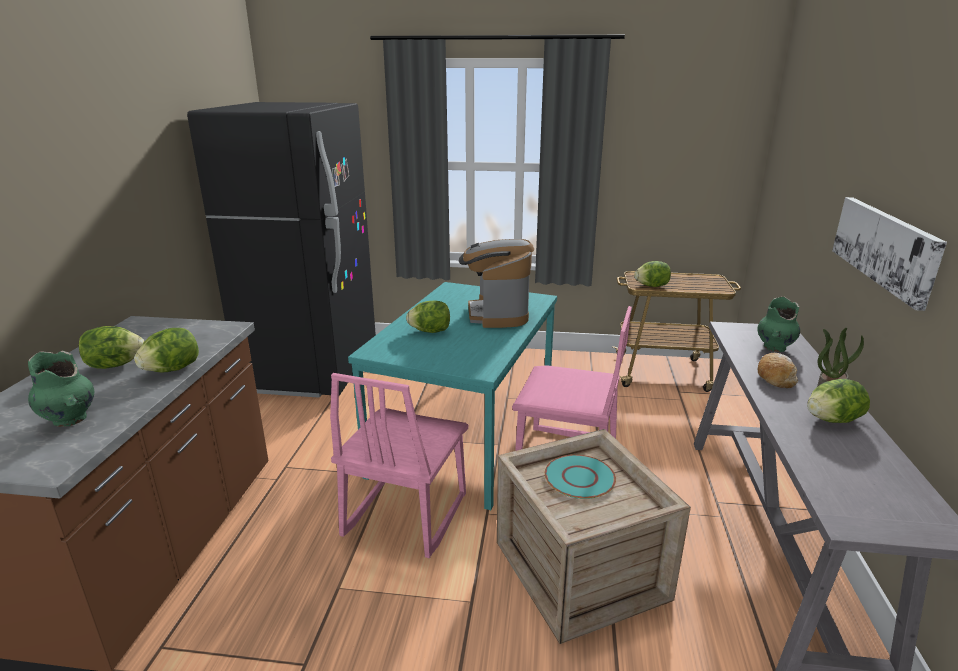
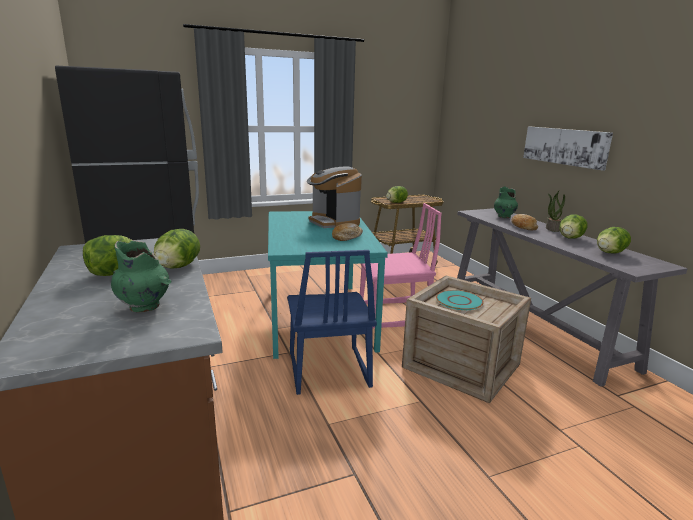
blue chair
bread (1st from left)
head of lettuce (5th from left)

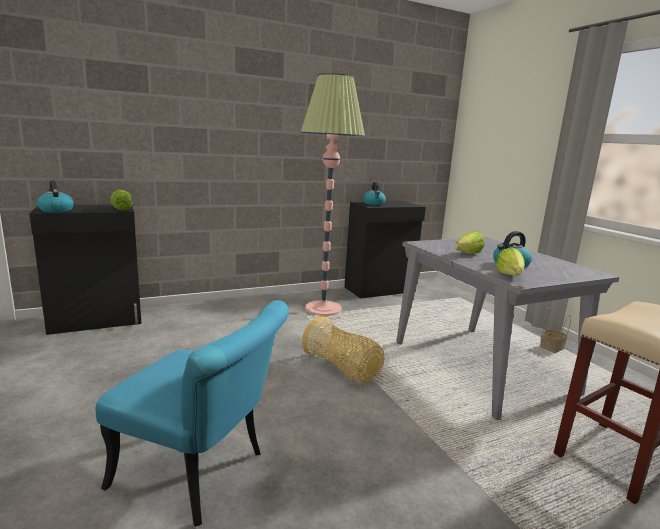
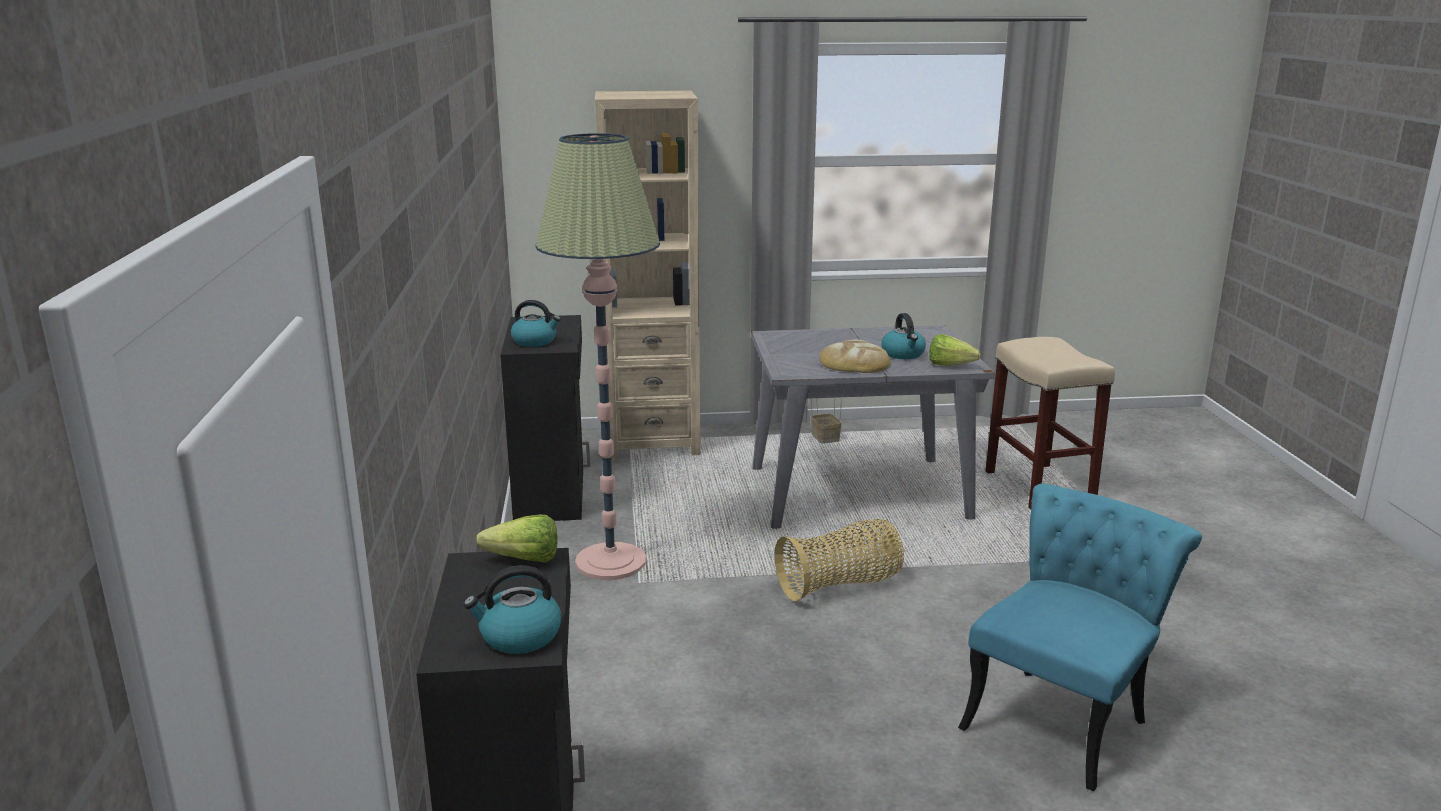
sand-coloured bookshelf
bread

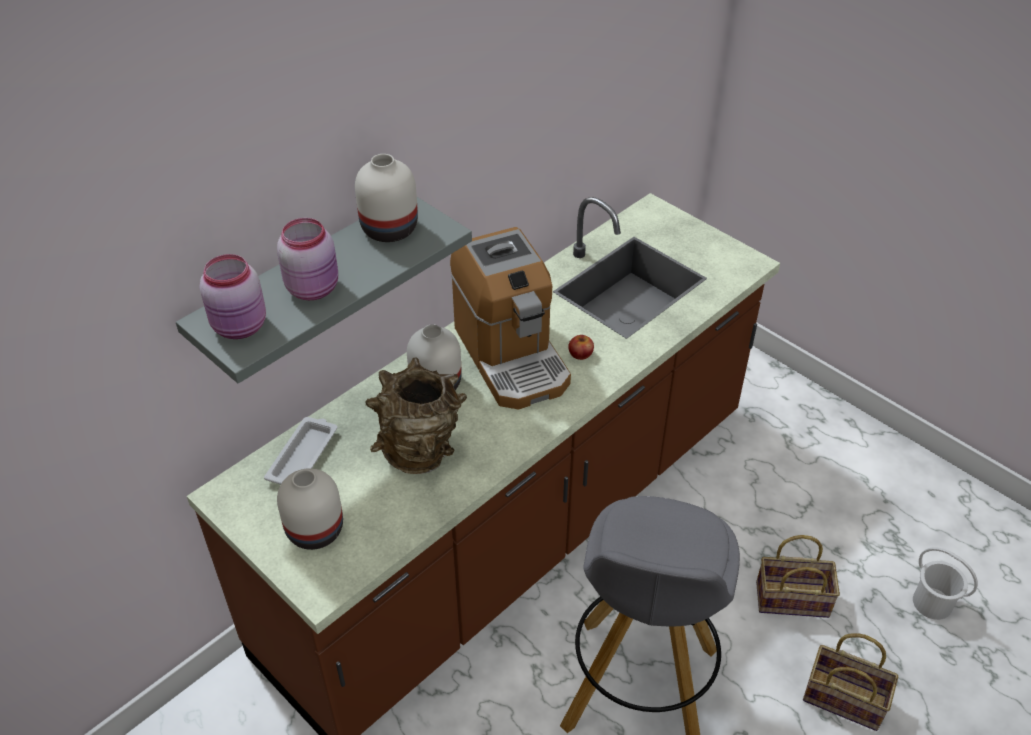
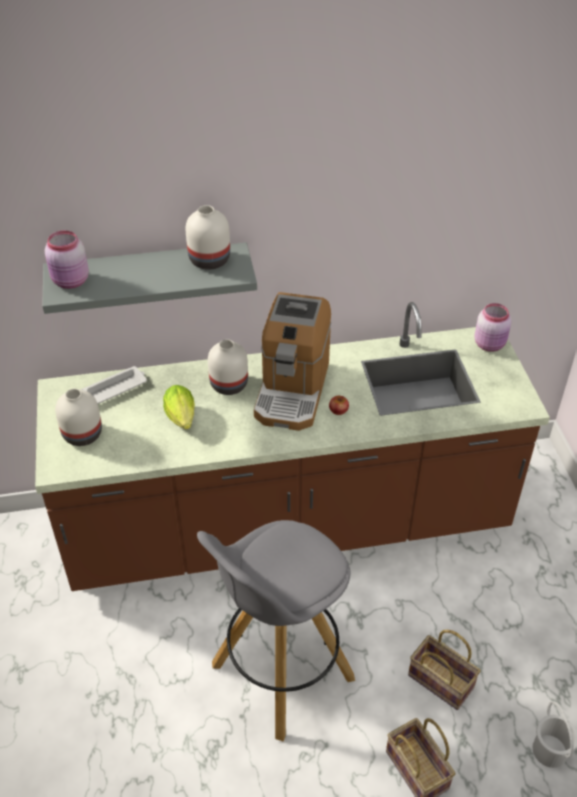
head of lettuce
pink-coloured jar (2nd from left)

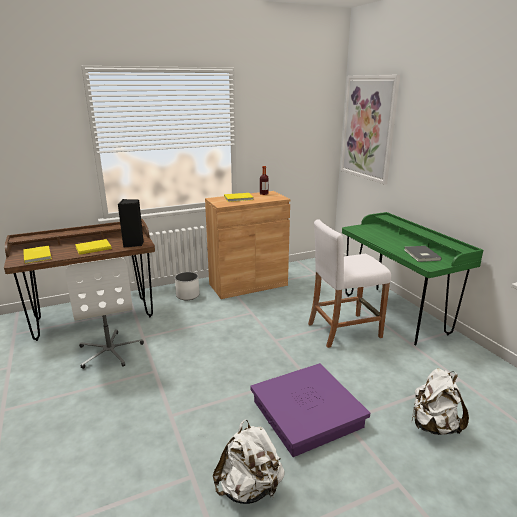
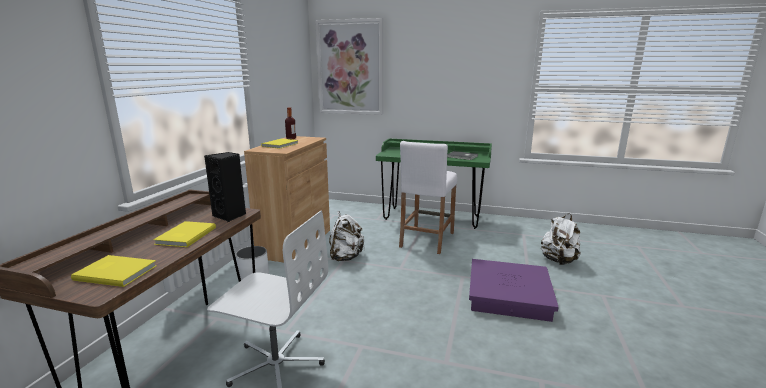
whitish rucksack (1st from left)

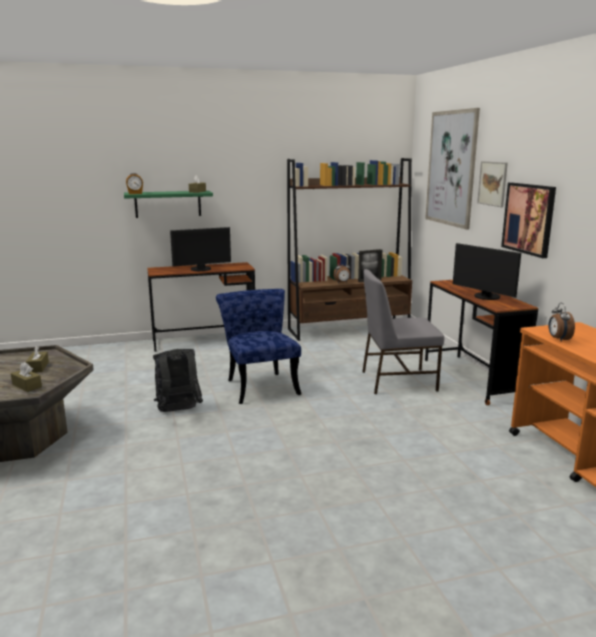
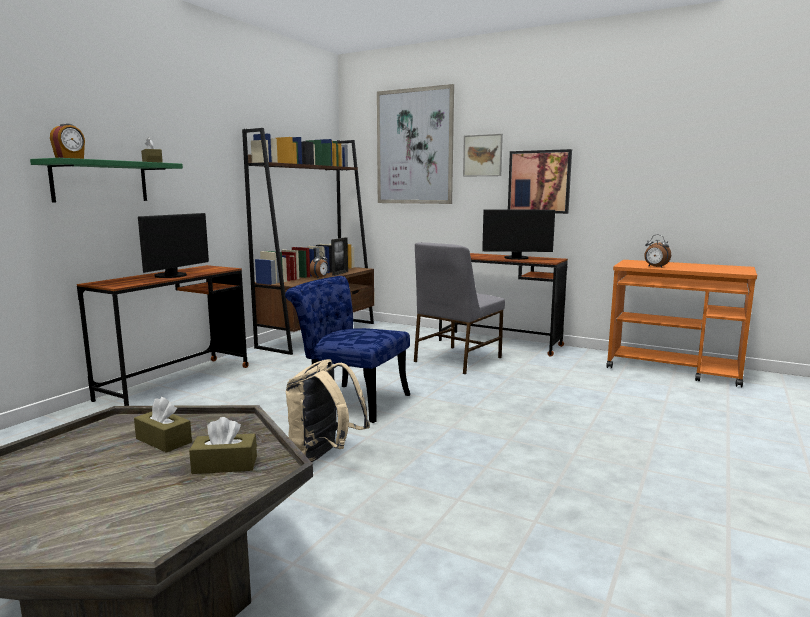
sand-coloured rucksack

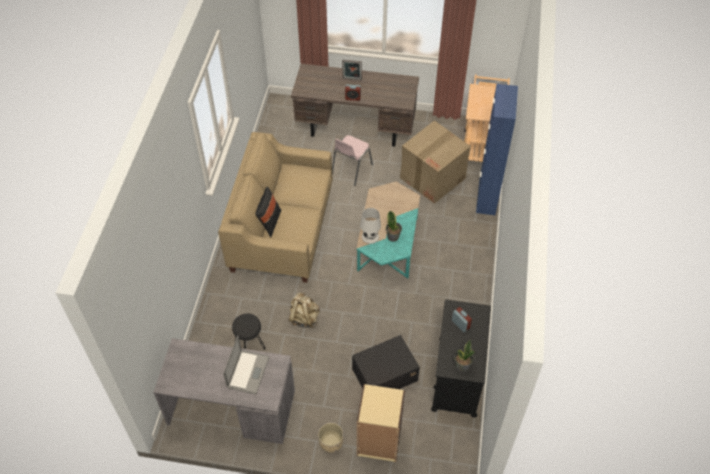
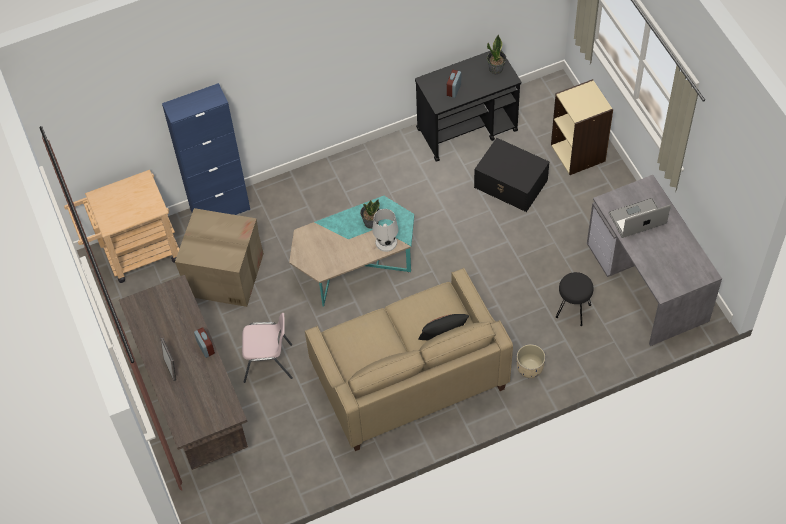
sand-coloured planter
sand-coloured rucksack

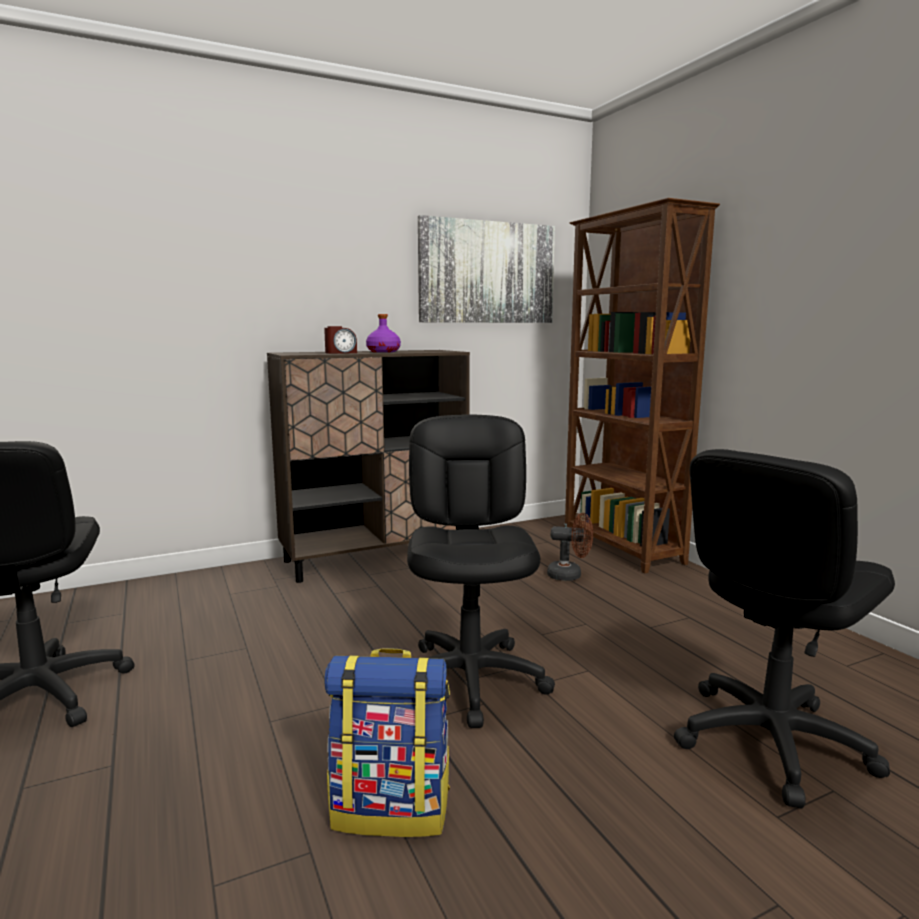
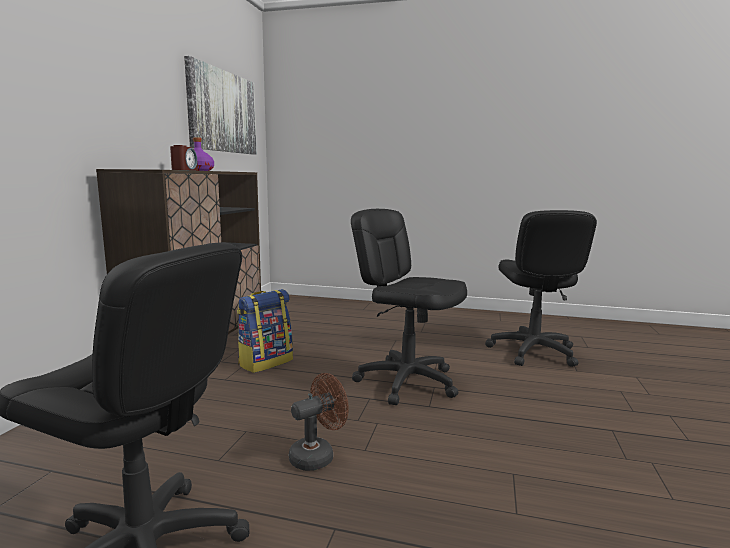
rucksack
brownish cooling fan
brownish bookshelf

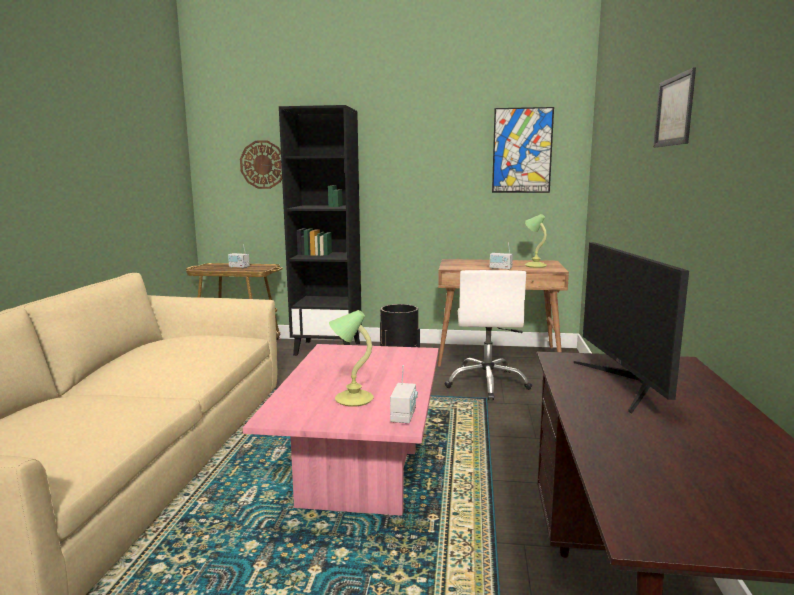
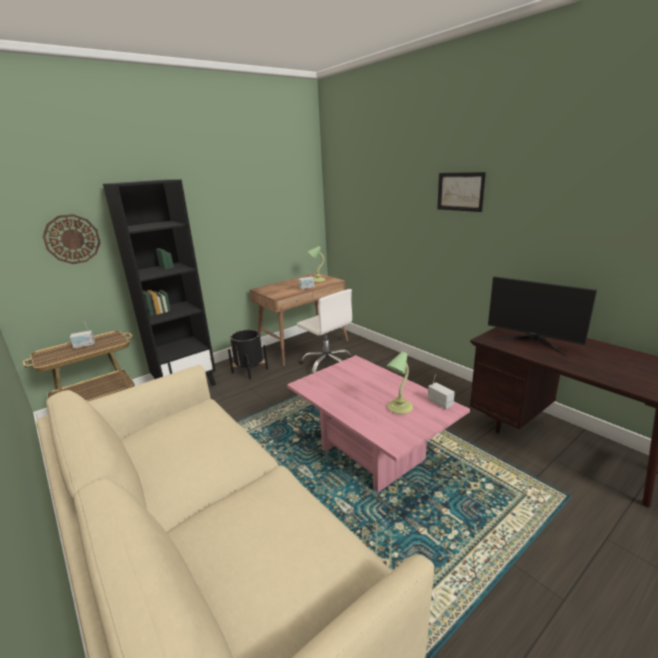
wall picture (1st from left in the first image)

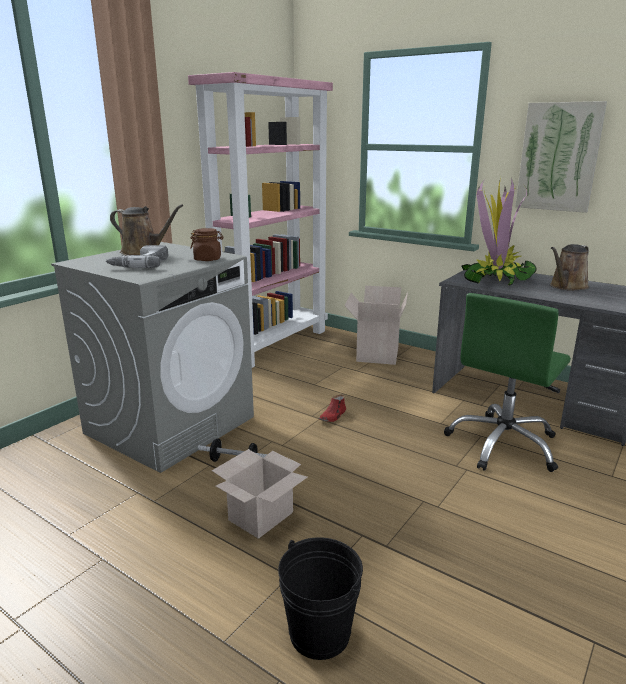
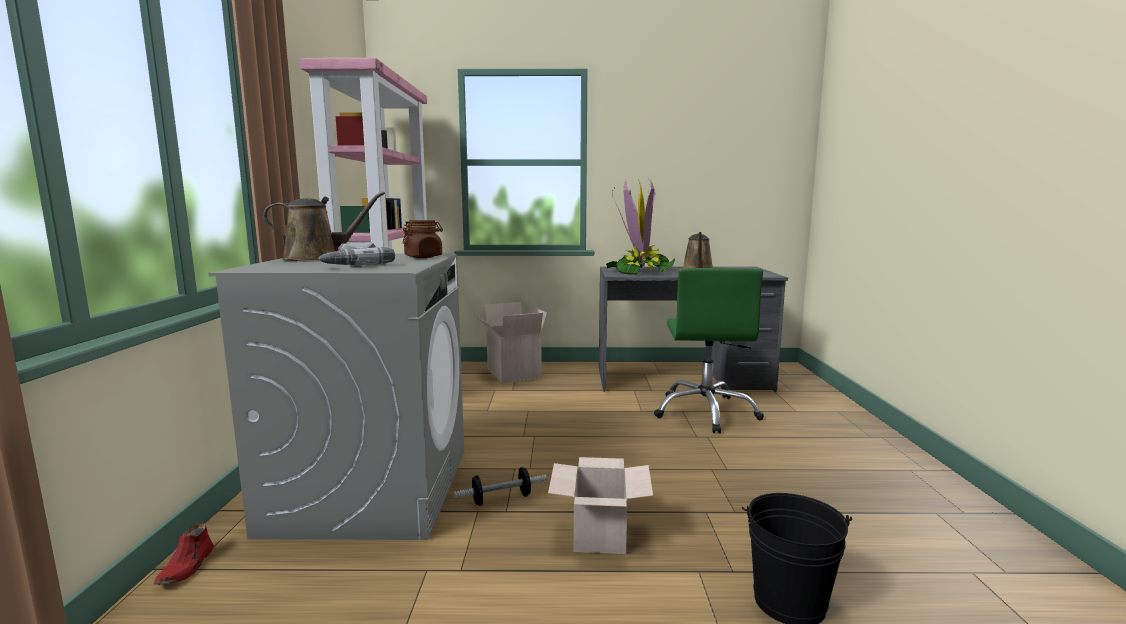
red item of footwear
wall picture

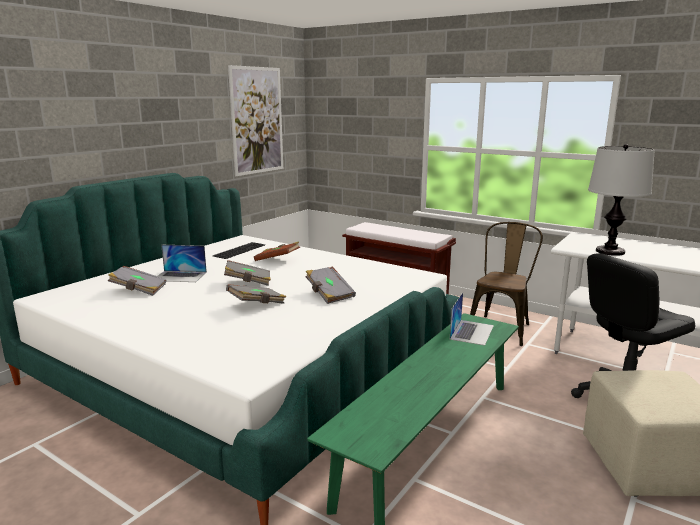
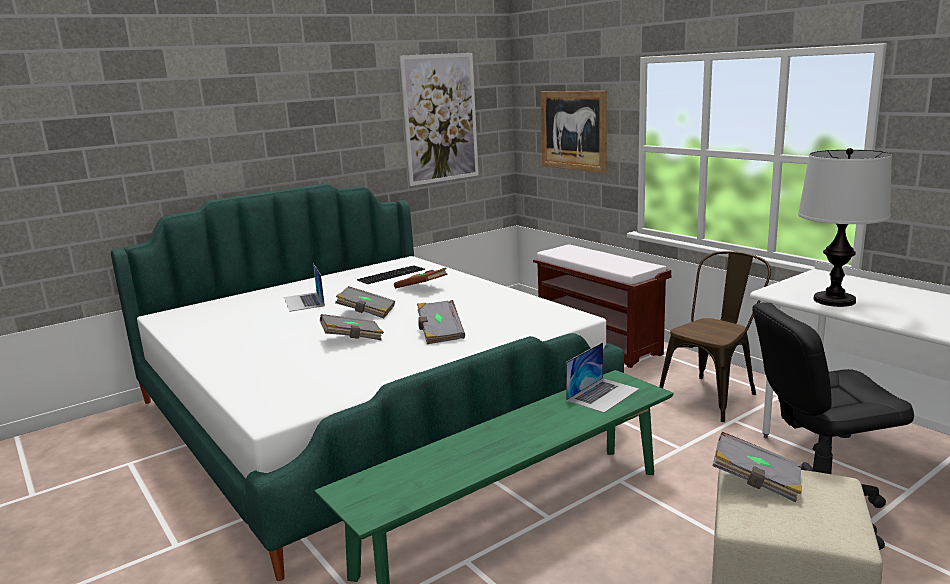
portable computer (1st from left)
wall picture (2nd from left)
greyish book (4th from left)

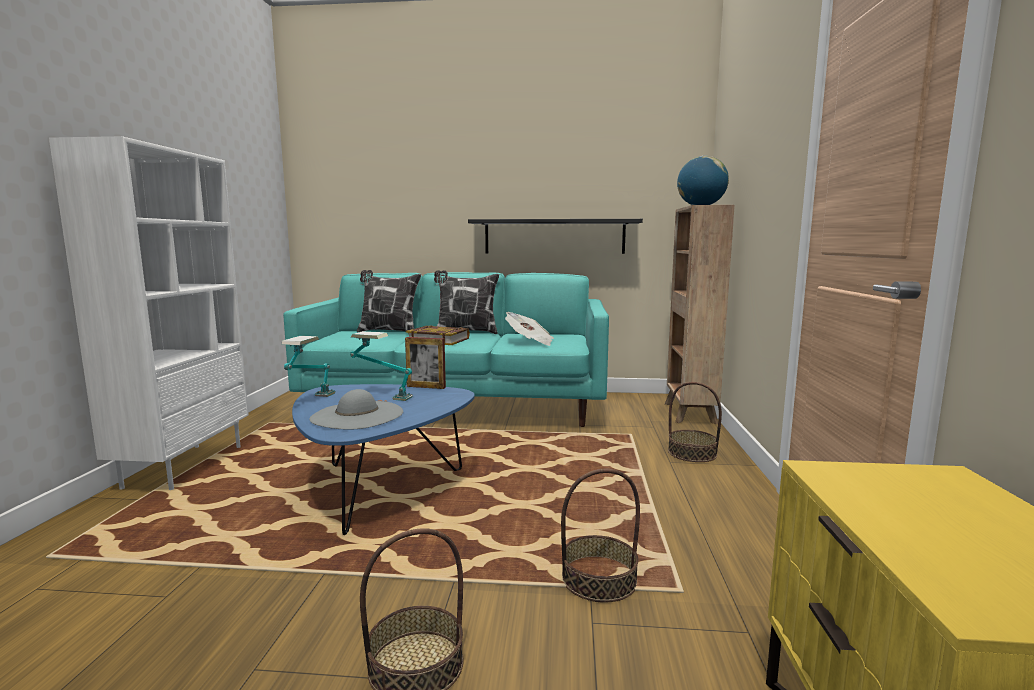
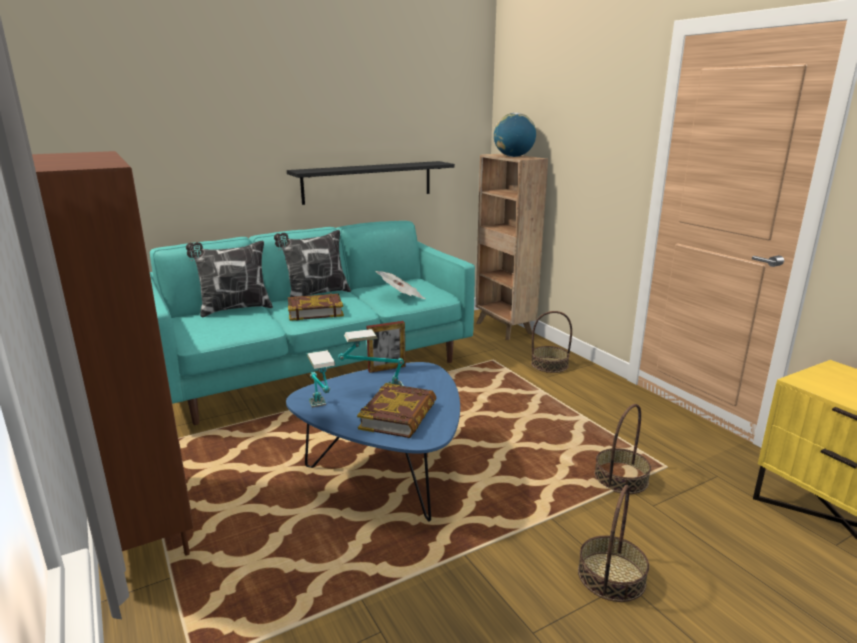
brownish bookshelf (1st from left)
book (2nd from left)

